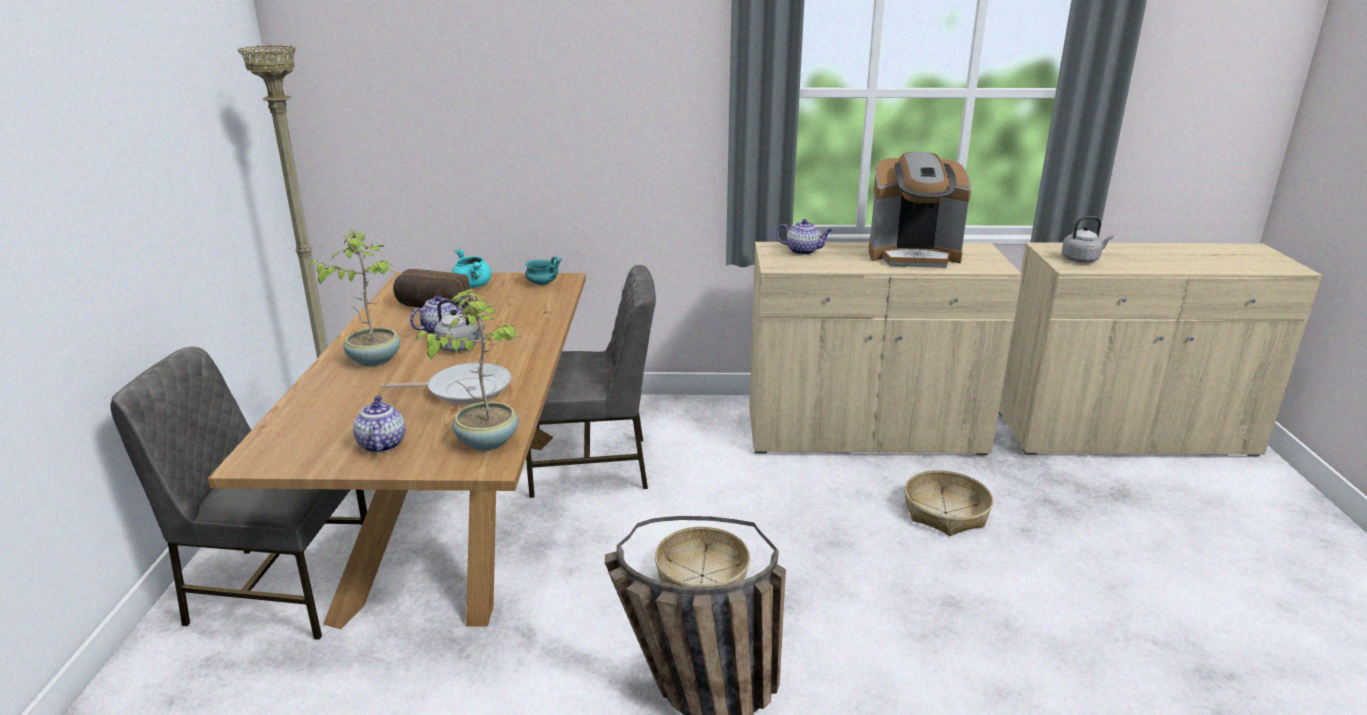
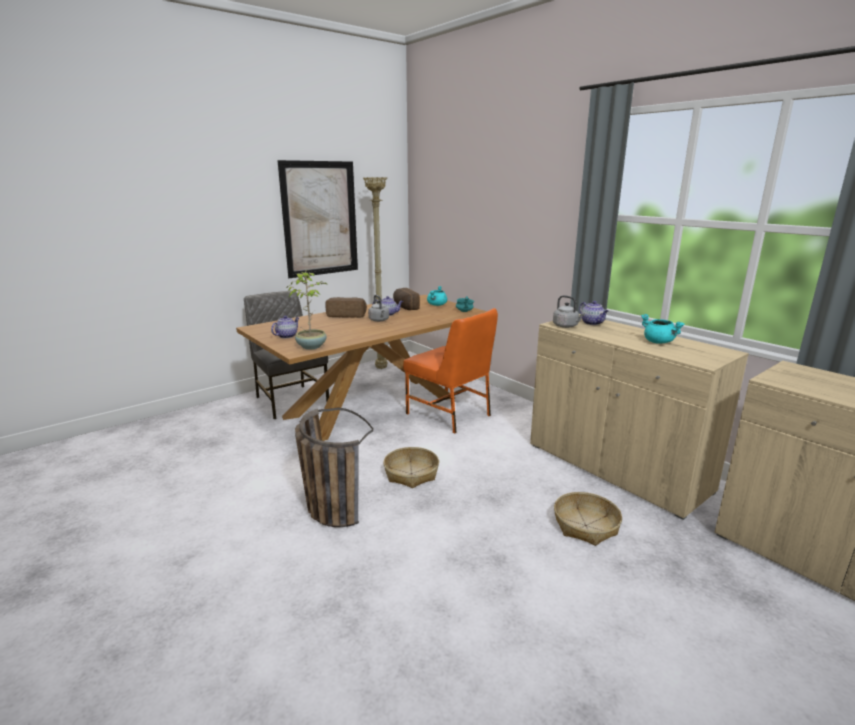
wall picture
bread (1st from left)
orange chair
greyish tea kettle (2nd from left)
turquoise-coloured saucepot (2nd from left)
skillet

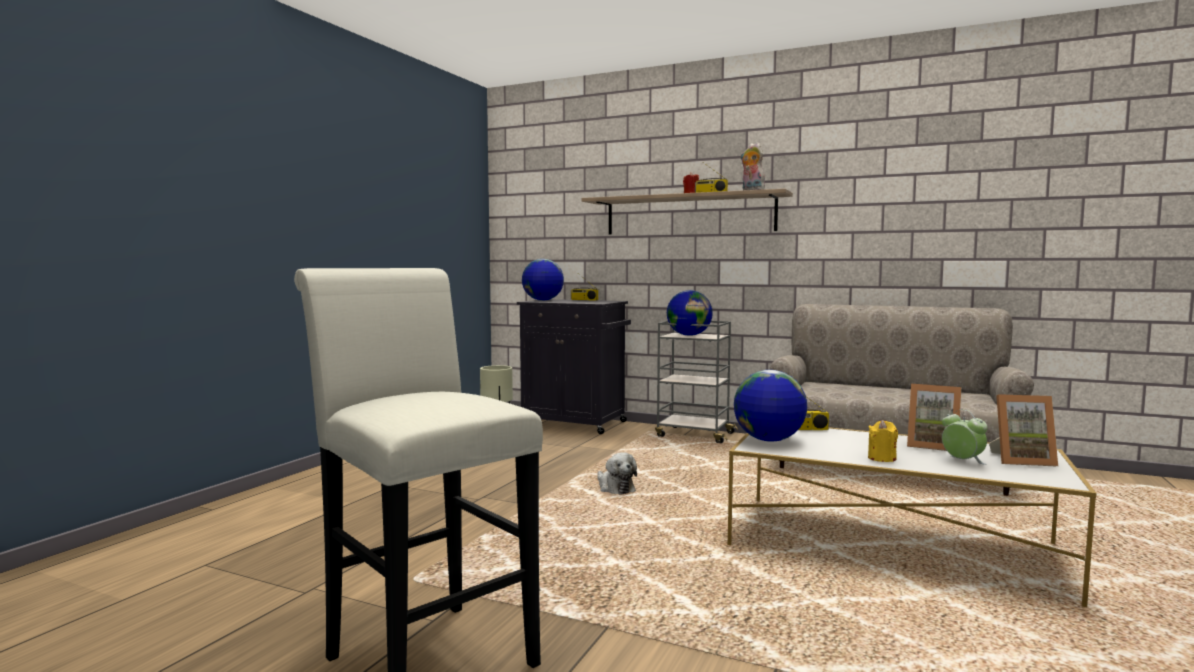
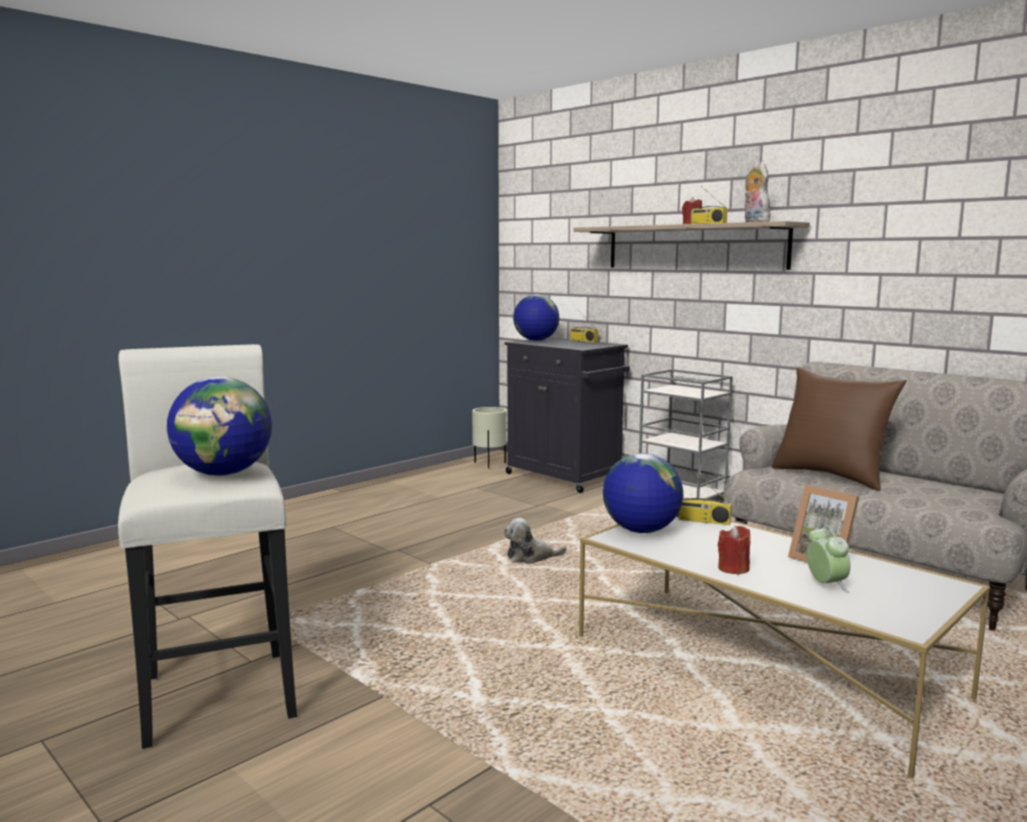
globe (1st from left)
cuddly toy (1st from left)
red wax candle (2nd from left)
brownish cushion
picture frame (2nd from left in the first image)

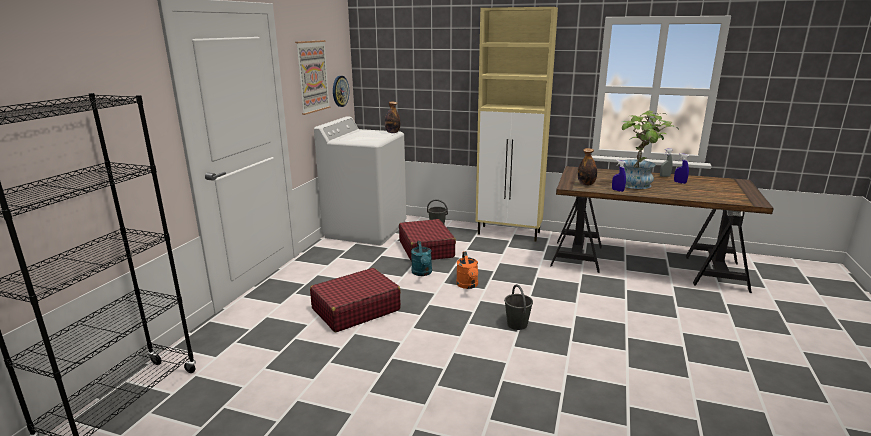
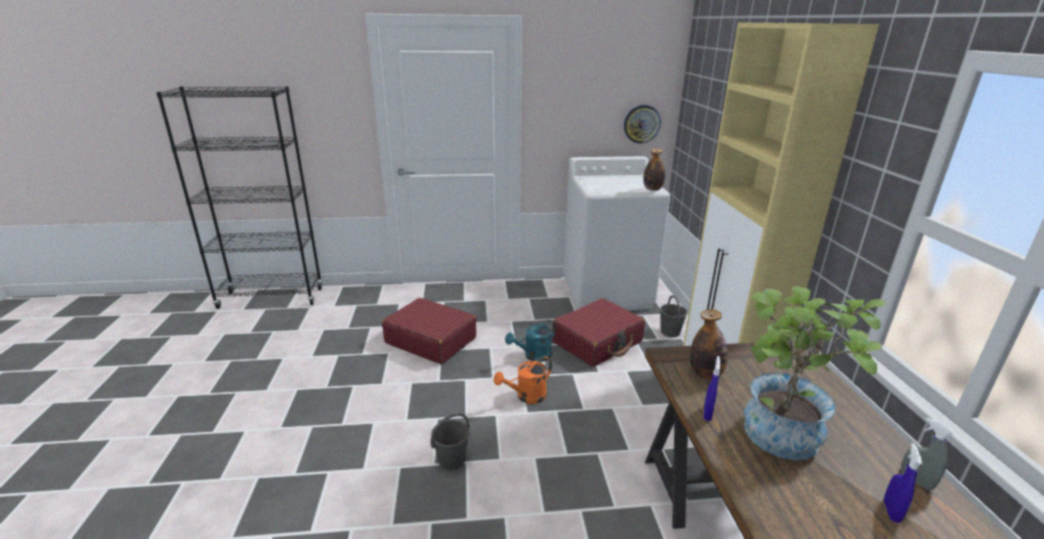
wall picture

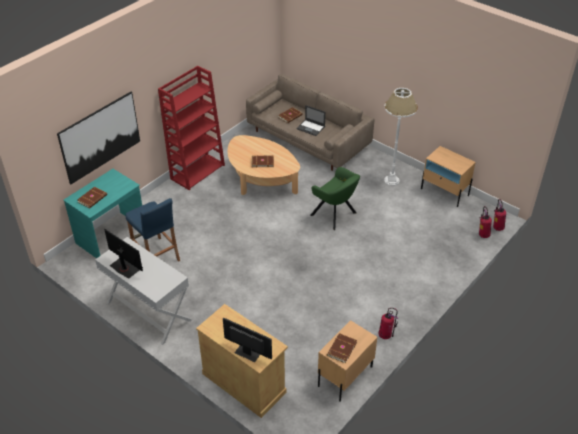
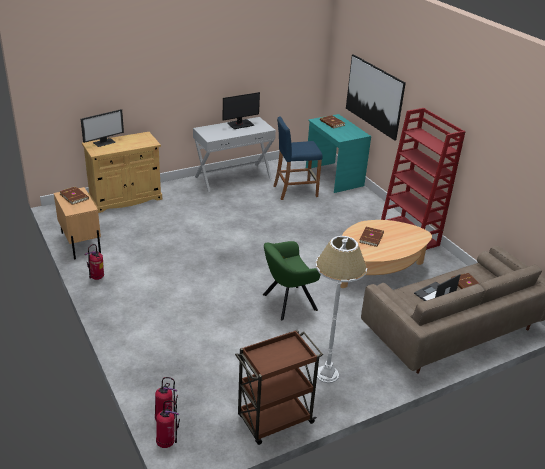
brownish wheeled cart

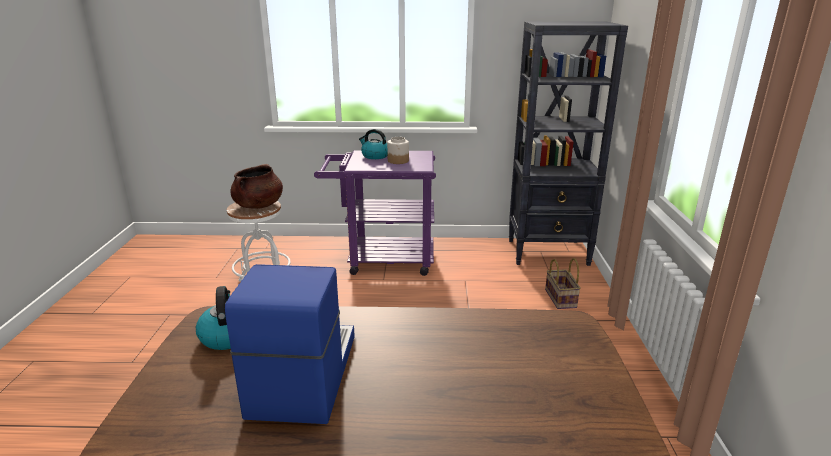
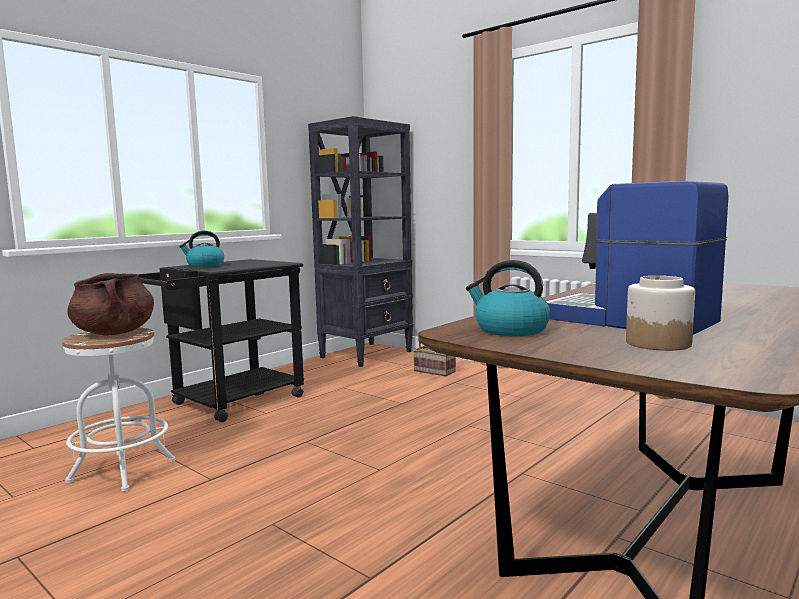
black wheeled cart
jar

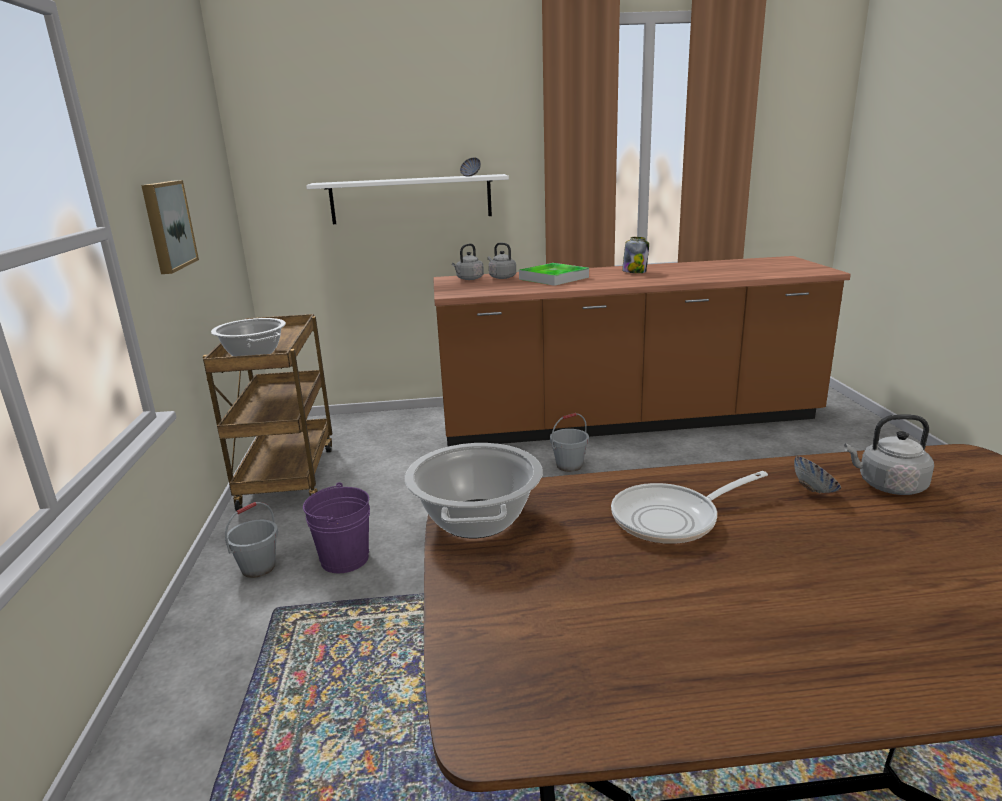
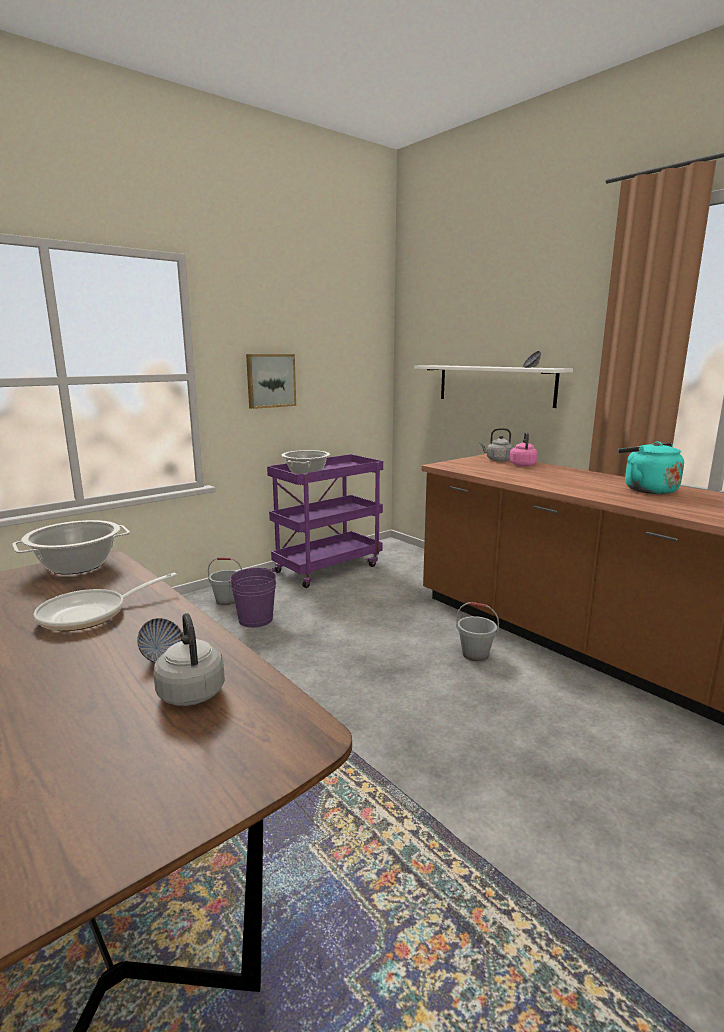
skillet
purple wheeled cart
pink-coloured tea kettle
turquoise-coloured tea kettle
serving tray

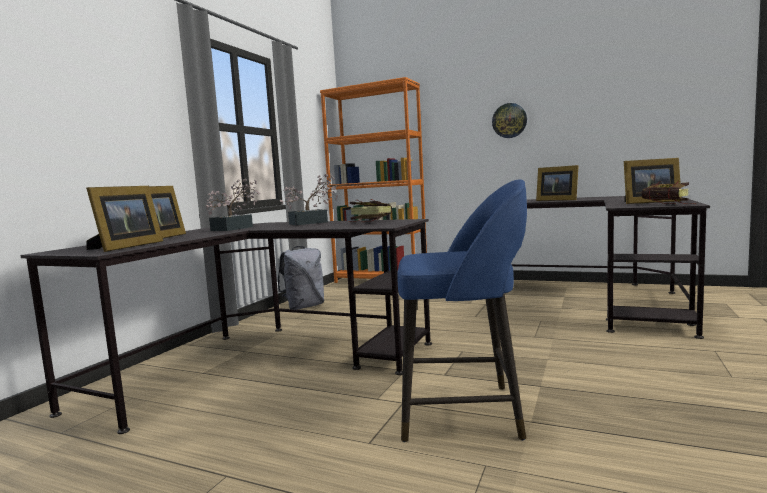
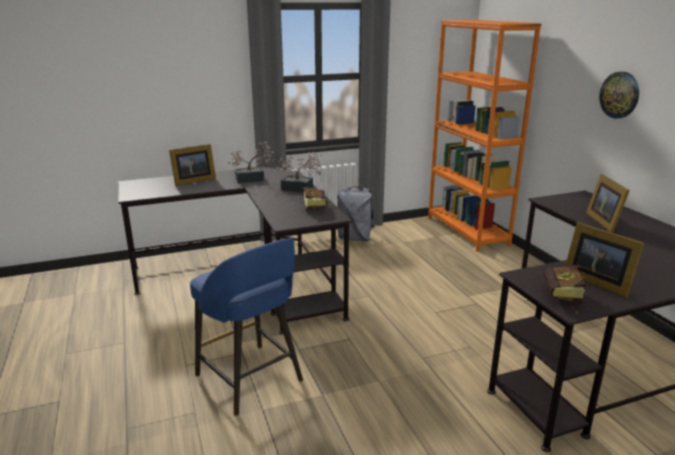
picture frame (1st from left in the first image)

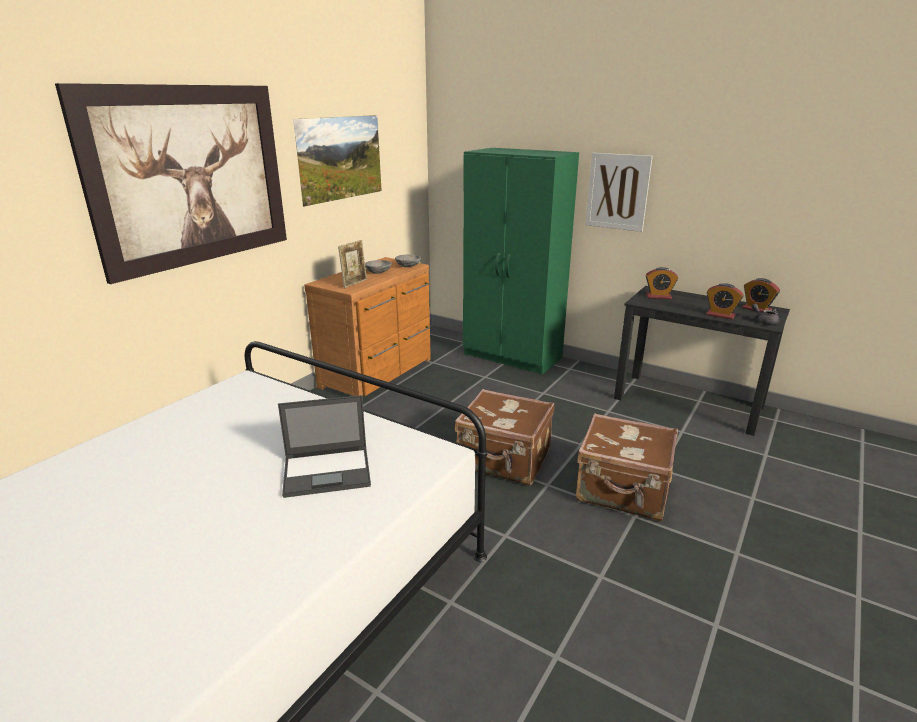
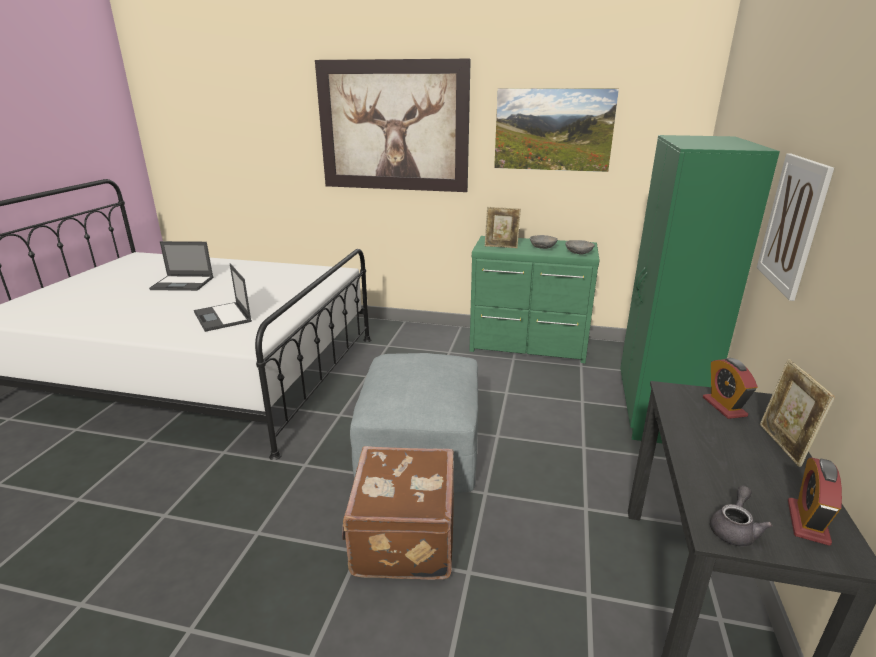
portable computer (1st from left)
greyish ottoman
green chest of drawers
picture frame (2nd from left)
bedside clock (2nd from left in the first image)

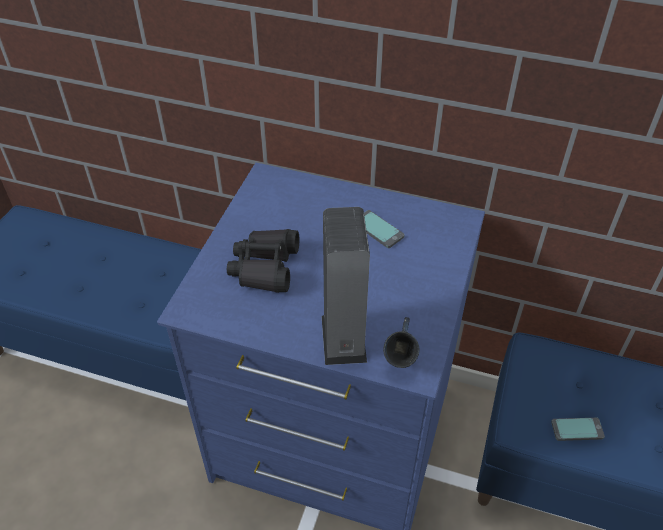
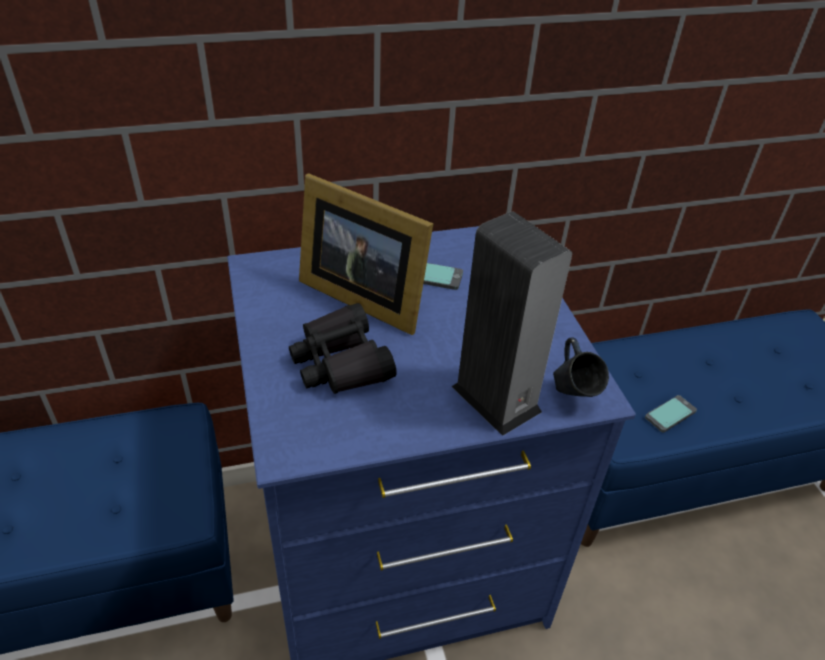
picture frame

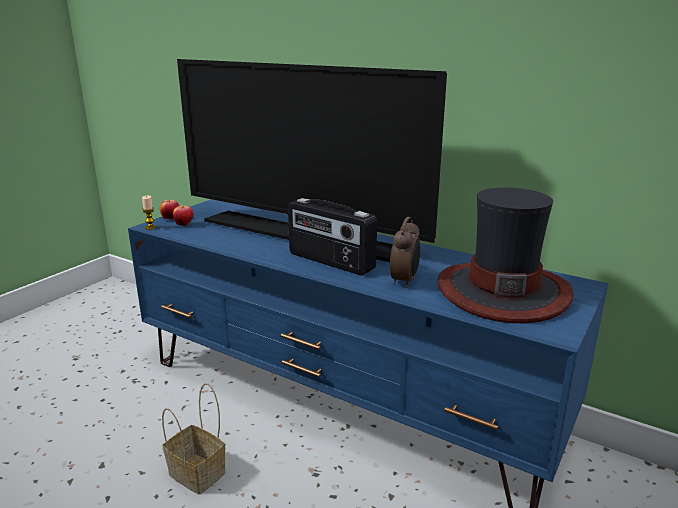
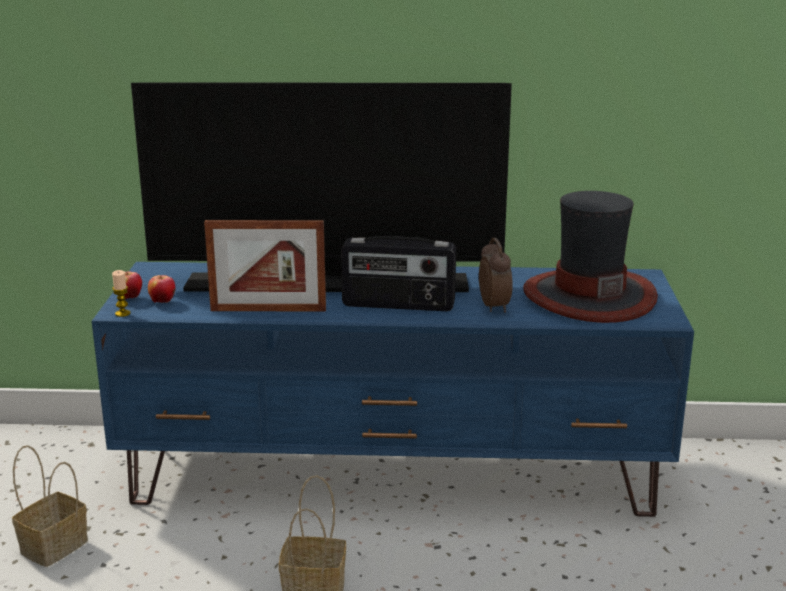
basket (1st from left)
picture frame

